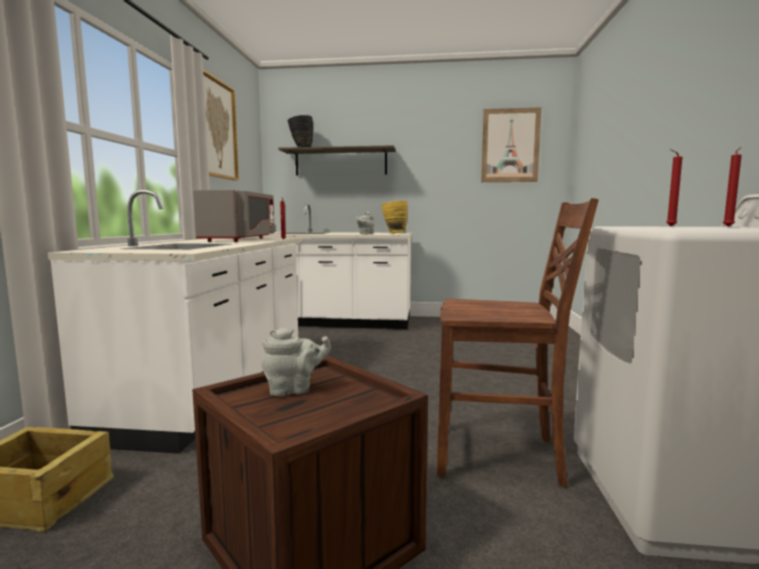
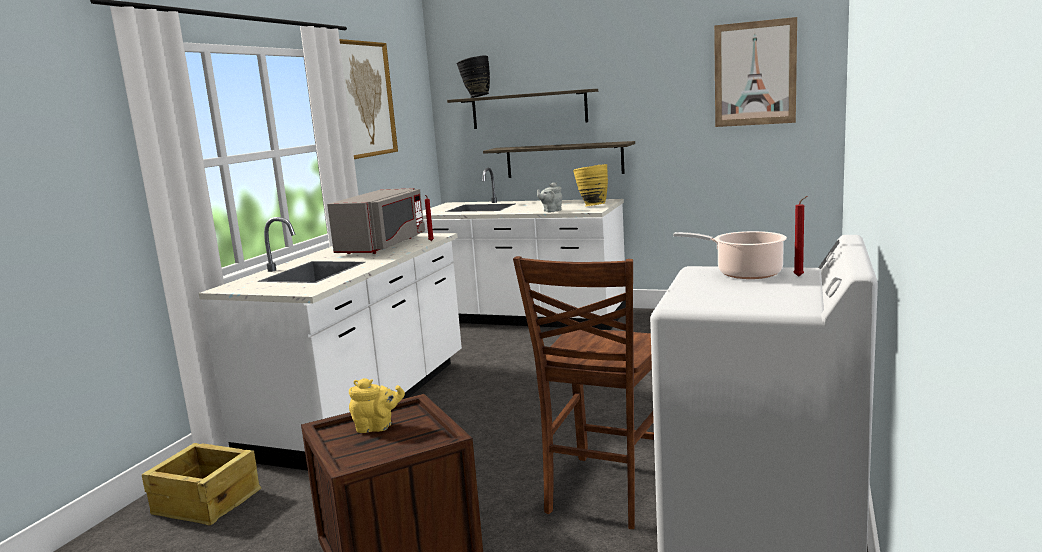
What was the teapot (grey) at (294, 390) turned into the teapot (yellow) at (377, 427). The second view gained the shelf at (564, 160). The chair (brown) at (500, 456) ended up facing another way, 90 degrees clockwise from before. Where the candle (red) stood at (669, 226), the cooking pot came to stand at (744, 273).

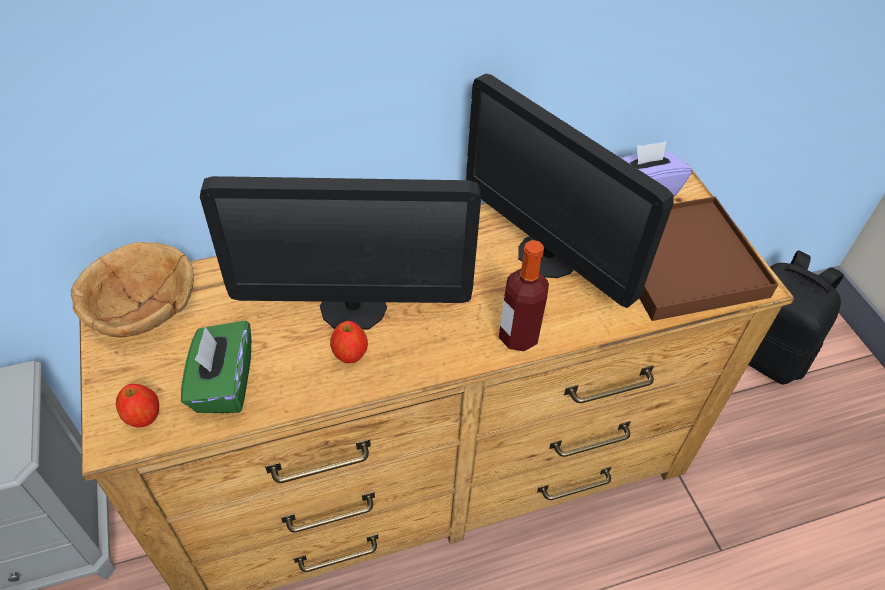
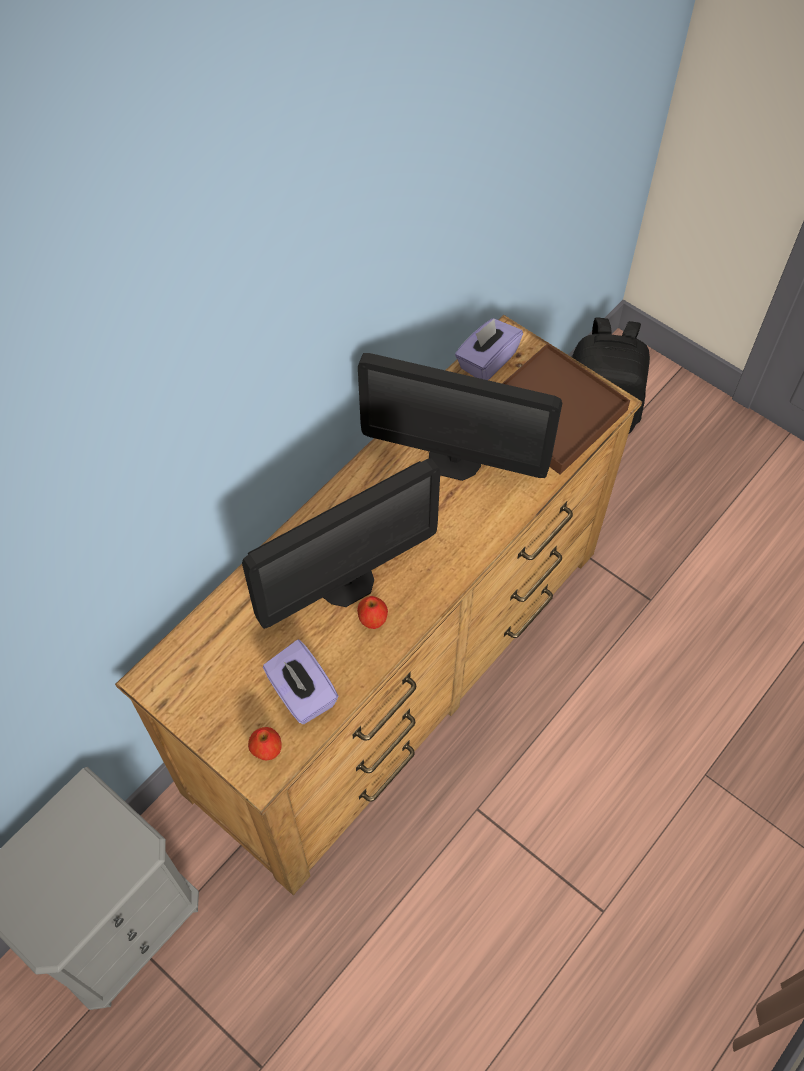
What was the tissue box (green) at (223, 384) turned into the tissue box (purple) at (302, 694). The second view lost the bowl (brown) at (142, 309). The second view lost the bottle at (518, 336).

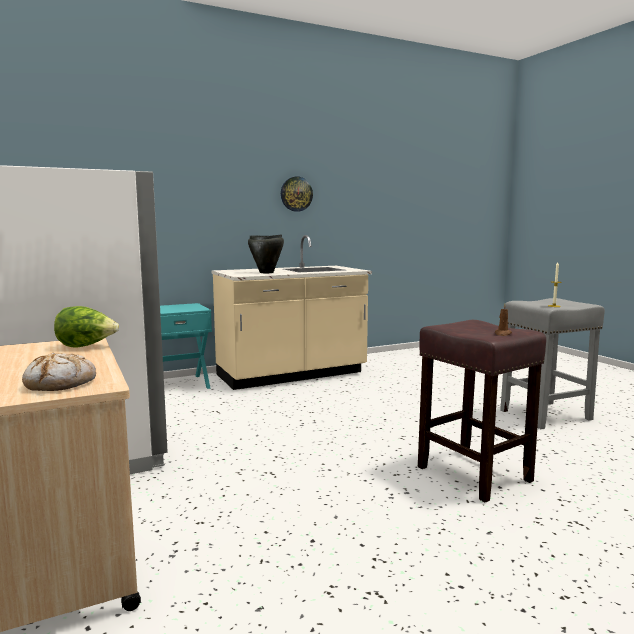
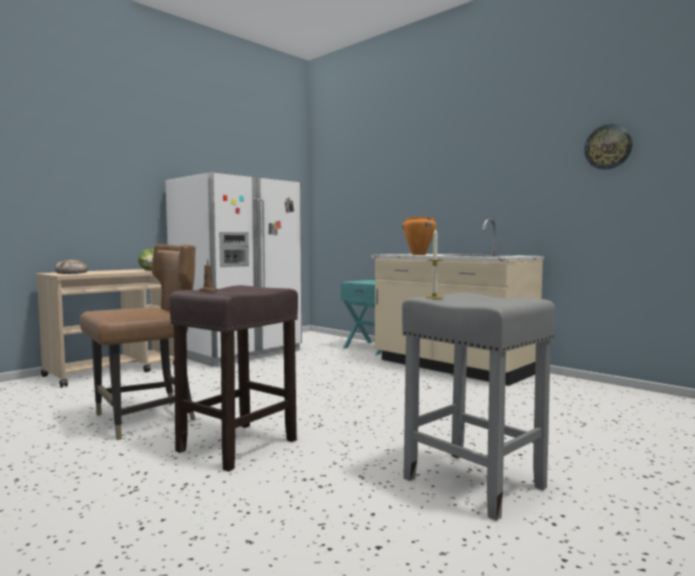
The second view gained the chair (brown) at (145, 419). What was the cooking pot (black) at (266, 272) turned into the cooking pot (orange) at (418, 254). The wall clock ended up elsewhere, having gone from (296, 194) to (608, 147).

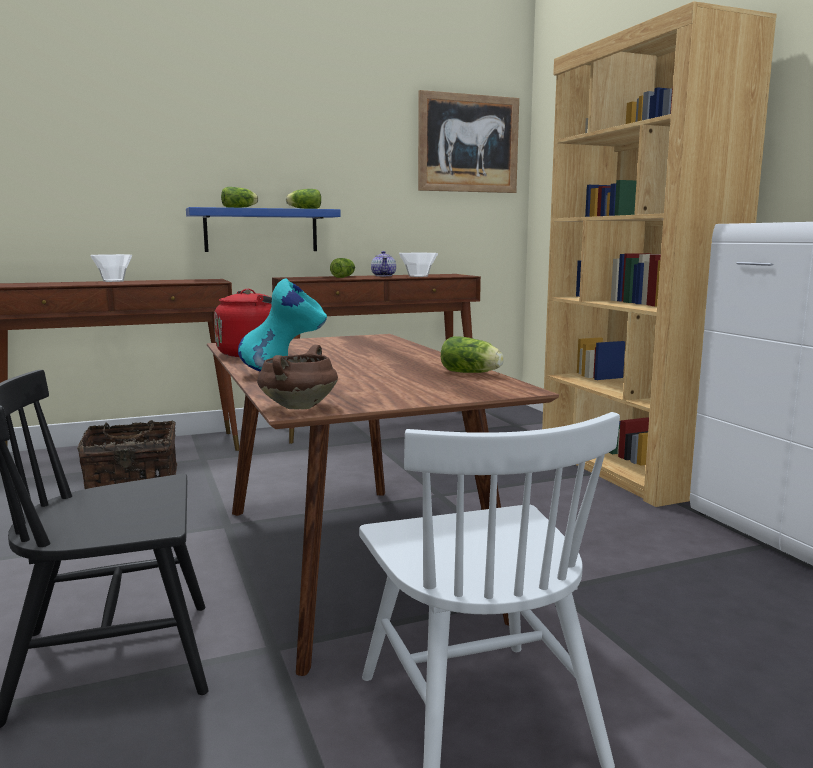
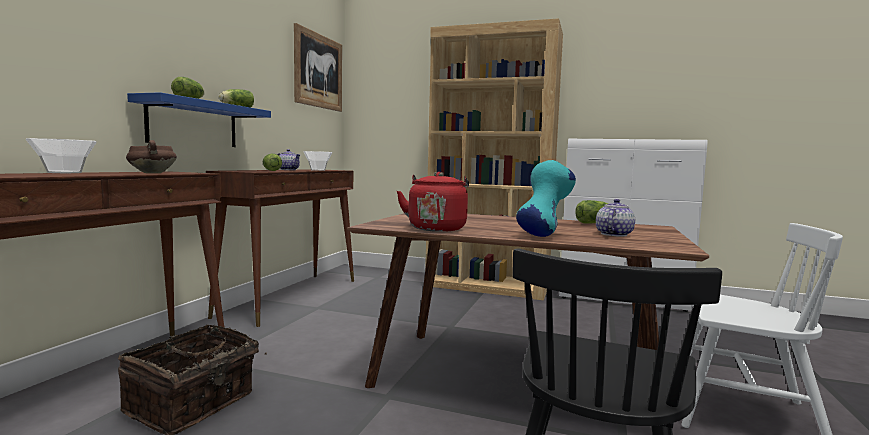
The cooking pot (brown) ended up elsewhere, having gone from (298, 407) to (151, 173). The second view gained the teapot at (613, 234).

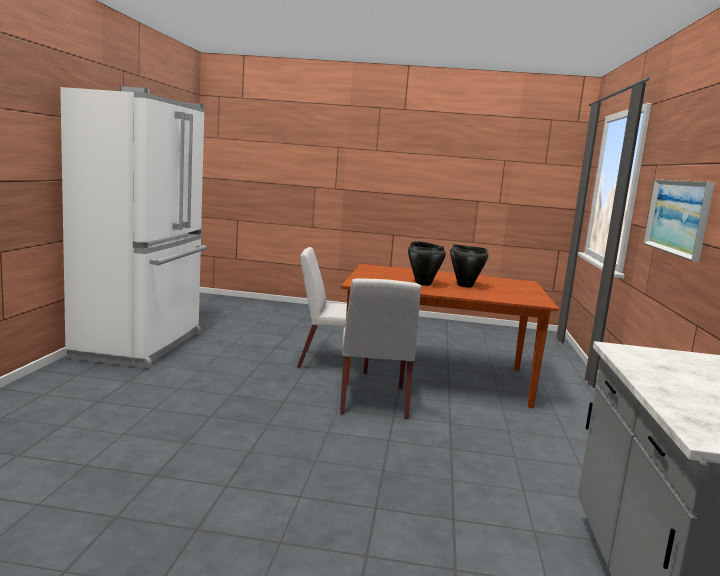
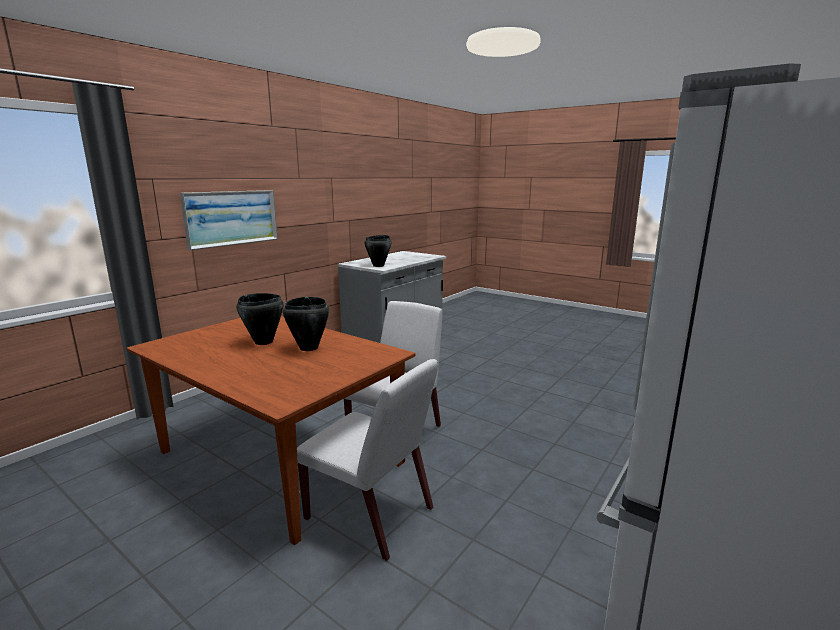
The second view gained the cooking pot (black) at (378, 265).

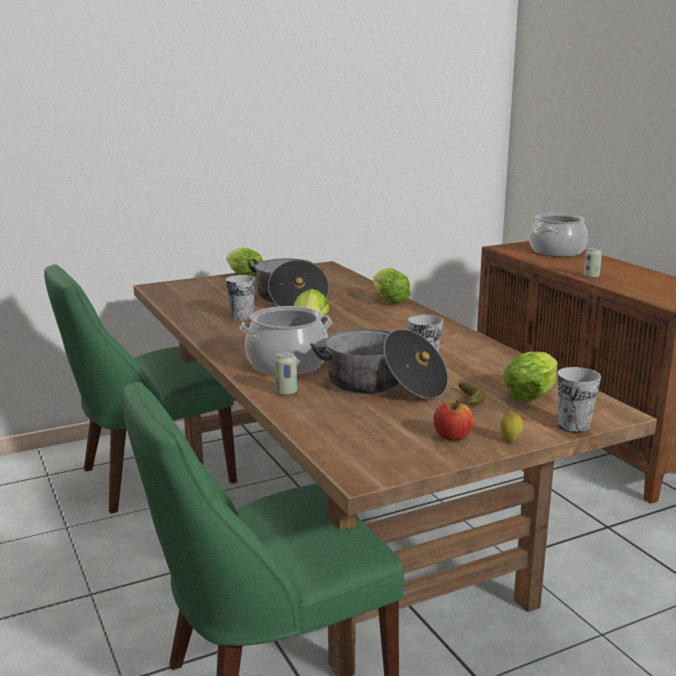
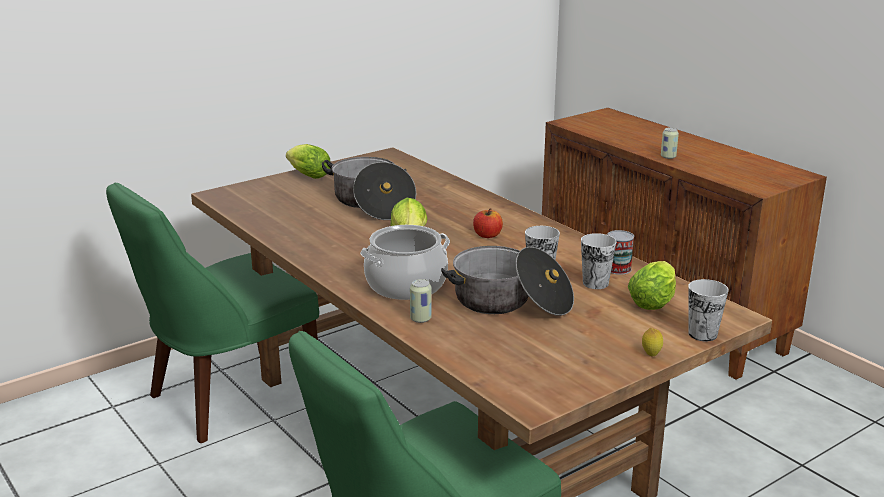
The apple ended up elsewhere, having gone from (452, 436) to (487, 235). The cup ended up elsewhere, having gone from (242, 317) to (595, 283). The second view gained the can at (618, 268). The second view lost the lettuce at (388, 300). The second view lost the banana at (468, 402). The second view lost the cooking pot at (556, 251).

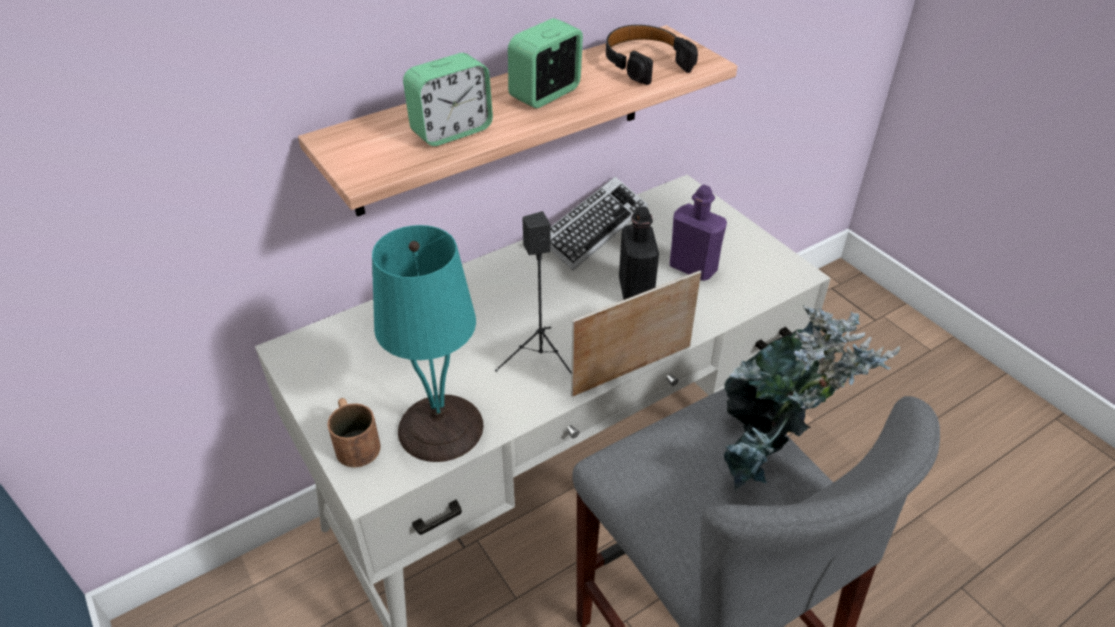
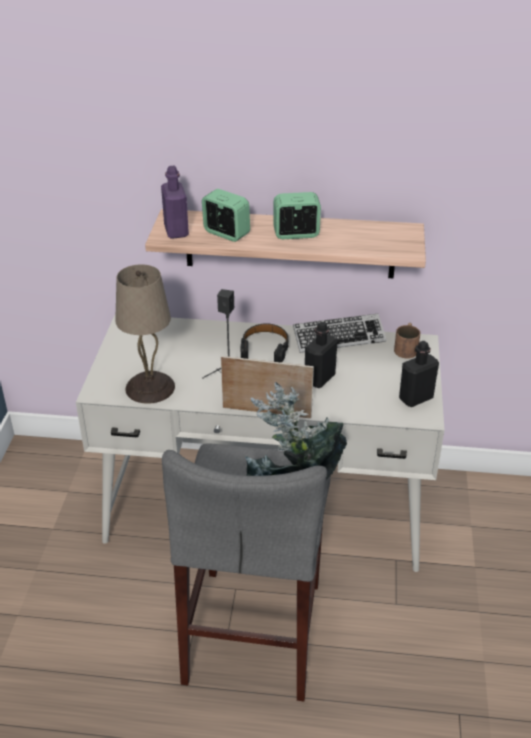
What was the table lamp (turquoise) at (442, 426) turned into the table lamp (beige) at (151, 387). The bottle (purple) ended up elsewhere, having gone from (693, 268) to (176, 231). The alarm clock at (451, 131) ended up facing another way, 150 degrees counterclockwise from before. The headphones (black) ended up elsewhere, having gone from (645, 63) to (265, 349). The mug (brown) ended up elsewhere, having gone from (354, 441) to (406, 347). The second view gained the bottle (black) at (416, 398).

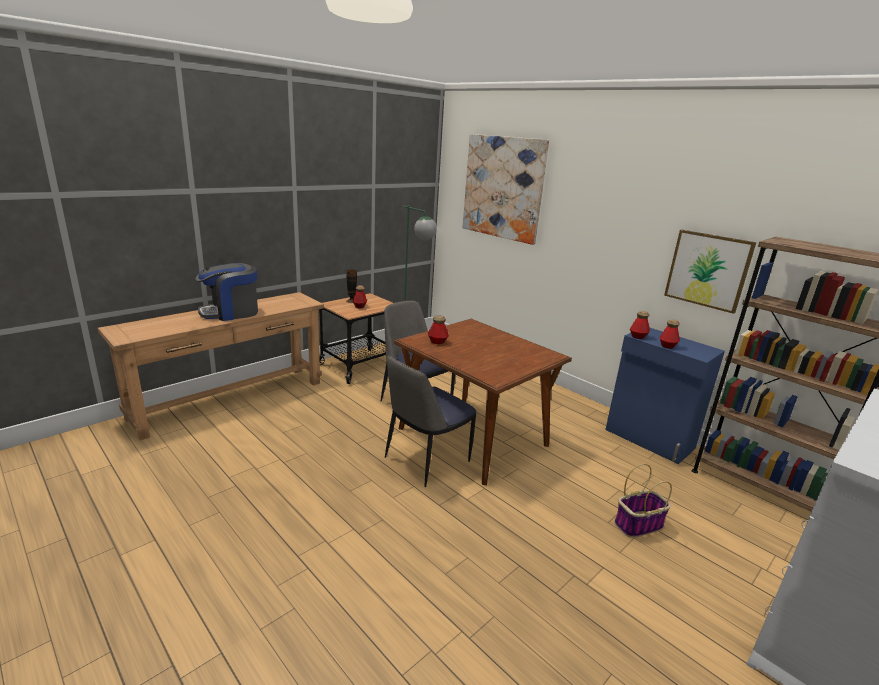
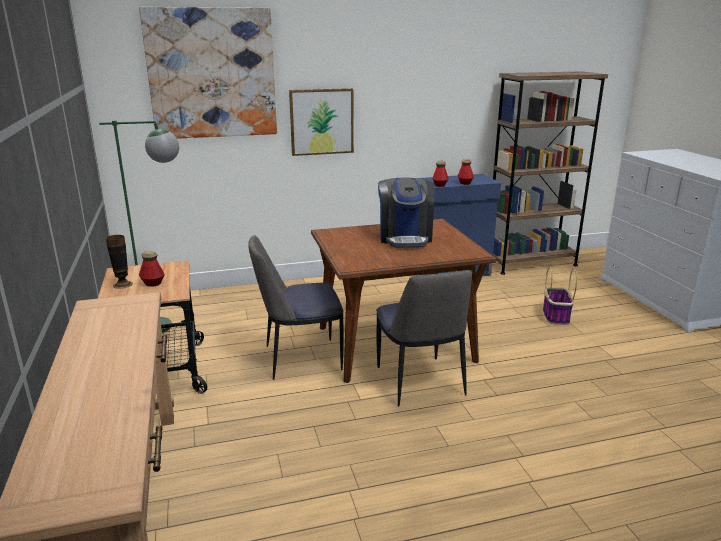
The picture ended up elsewhere, having gone from (708, 270) to (321, 121). The coffee machine ended up elsewhere, having gone from (231, 312) to (405, 237). The second view lost the bottle at (437, 342).

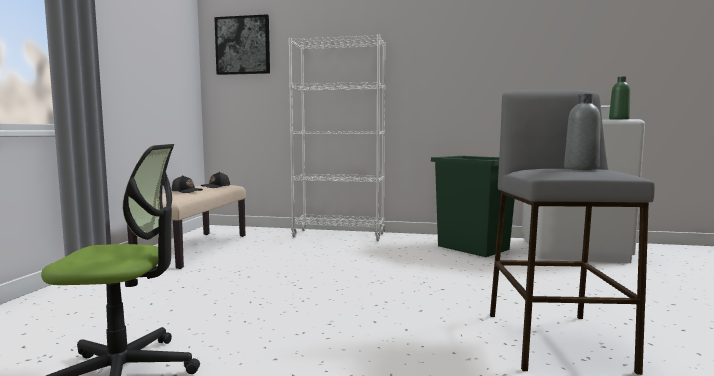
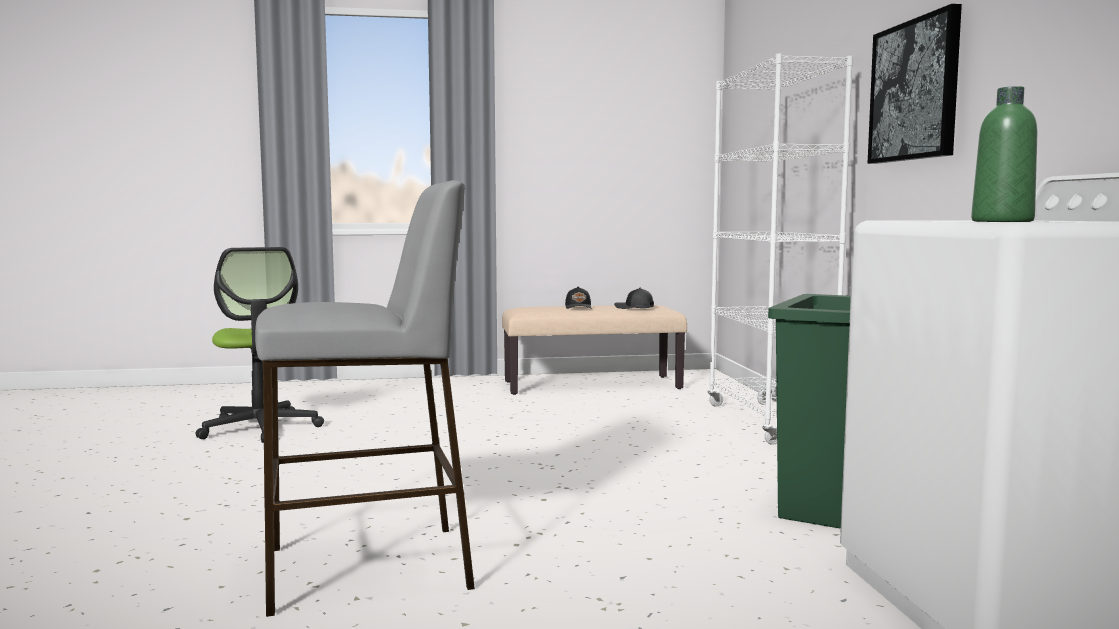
The picture ended up elsewhere, having gone from (243, 45) to (915, 91). The second view lost the bottle (grey) at (581, 168).

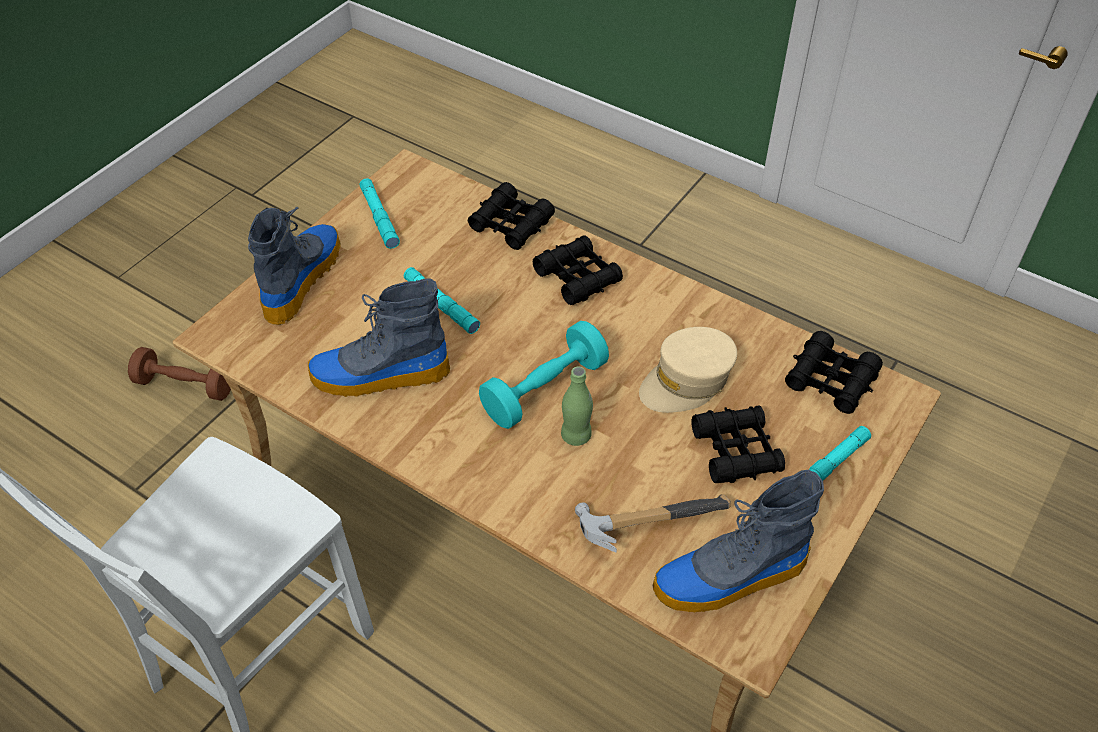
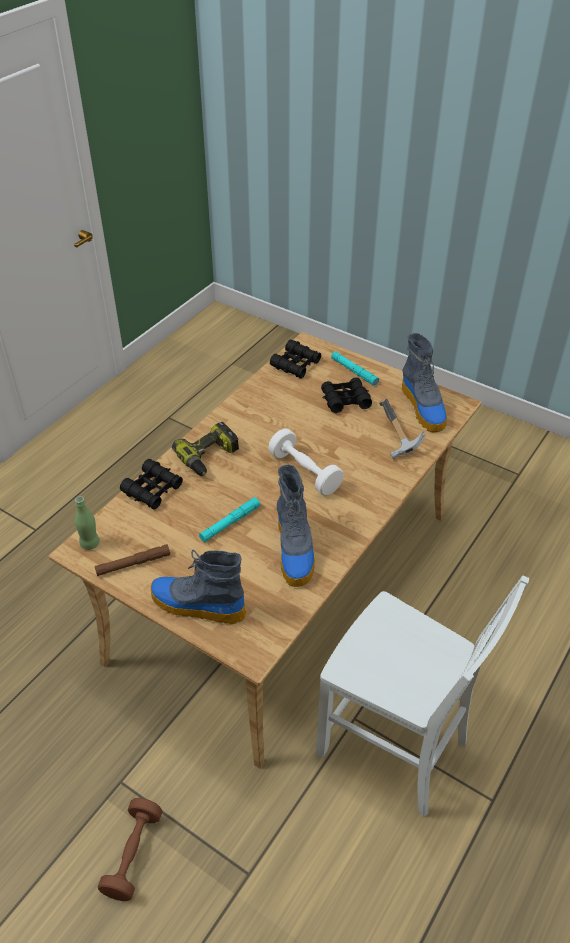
The bottle (green) ended up elsewhere, having gone from (576, 436) to (90, 544). What was the flashlight (turquoise) at (379, 218) turned into the flashlight (brown) at (133, 564). Where the binoculars (black) stood at (577, 277), the power drill came to stand at (209, 457). What was the dumbbell (turquoise) at (544, 389) turned into the dumbbell (white) at (305, 472). The second view lost the cap (beige) at (687, 381).

